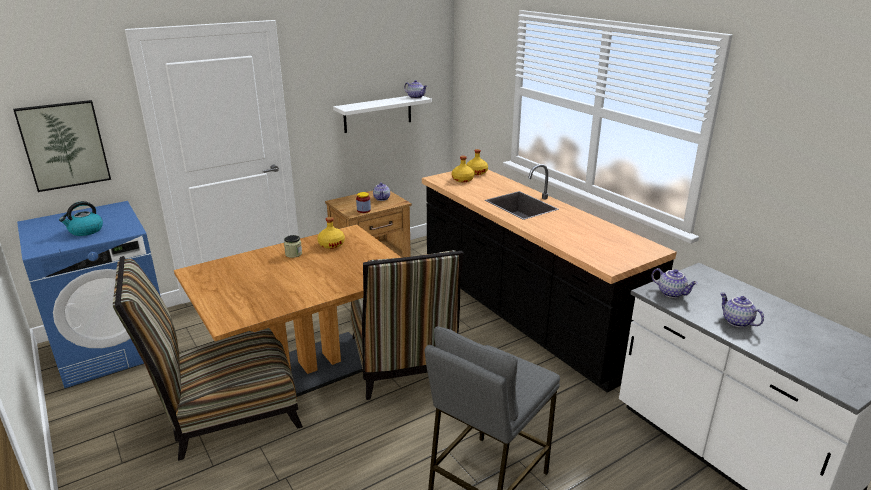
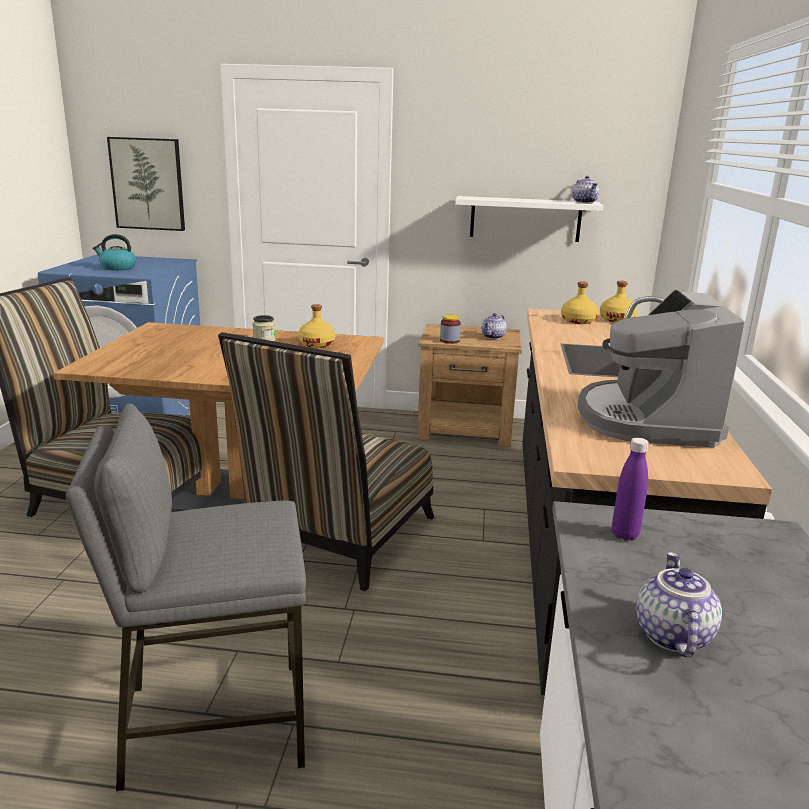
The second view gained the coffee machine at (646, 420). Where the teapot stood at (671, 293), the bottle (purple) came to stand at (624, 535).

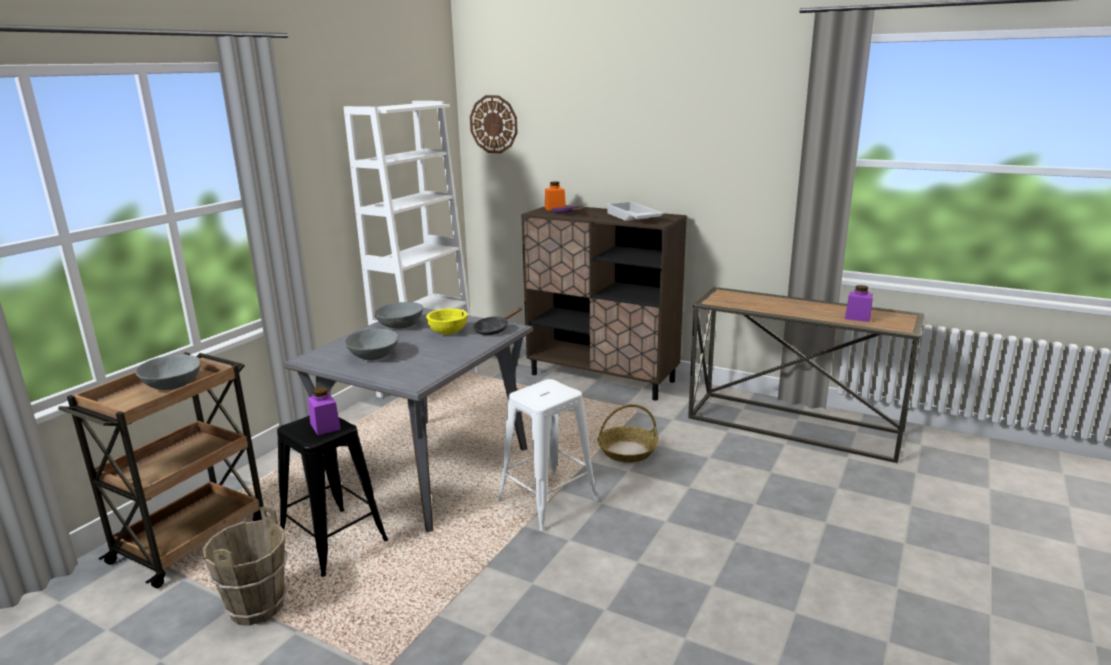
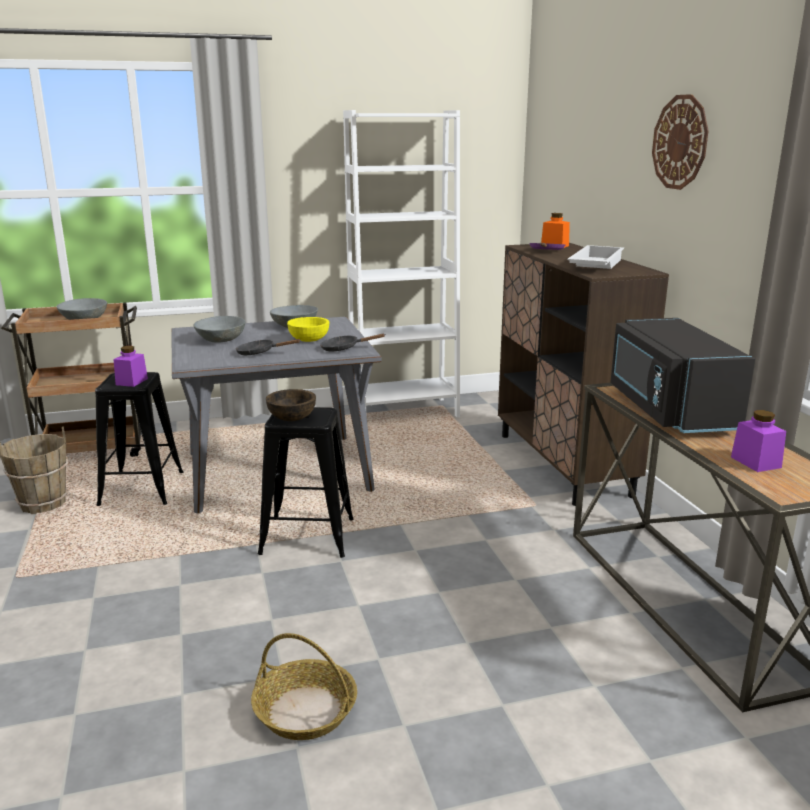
The second view gained the frying pan (black) at (260, 353). The basket ended up elsewhere, having gone from (627, 451) to (306, 711). What was the stool (white) at (548, 500) turned into the stool (black) at (307, 537). The second view gained the bowl (brown) at (292, 418). The second view gained the microwave (black) at (667, 409). The wall clock ended up elsewhere, having gone from (494, 124) to (680, 142).

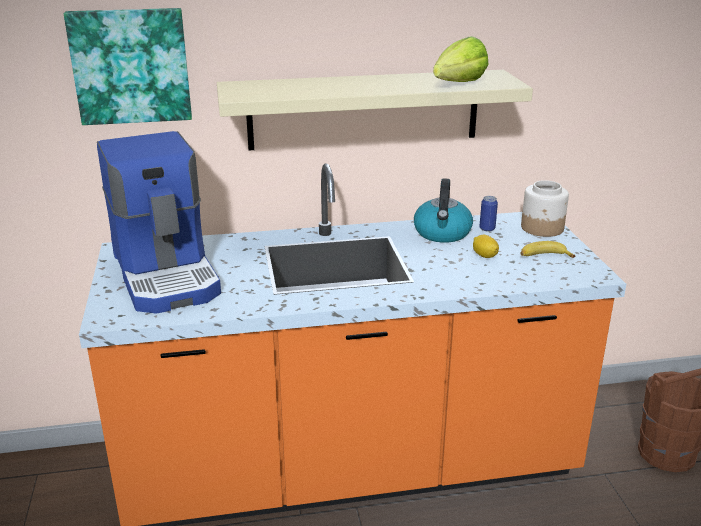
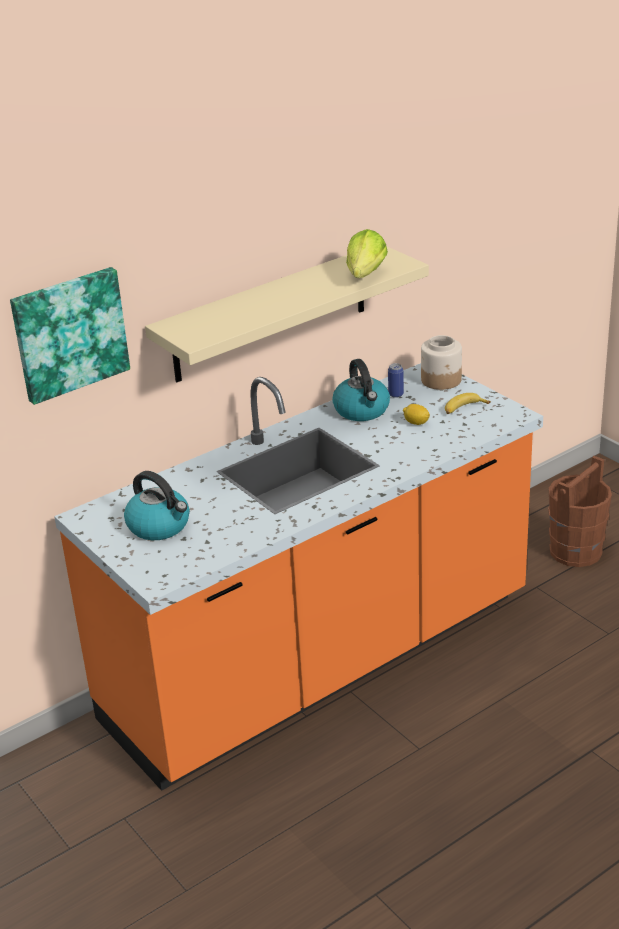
Where the coffee machine stood at (167, 274), the kettle came to stand at (160, 526).

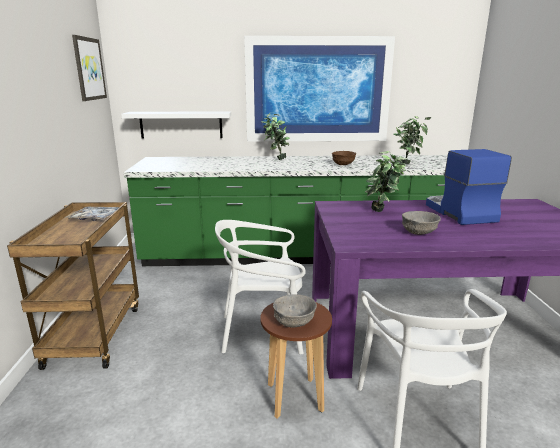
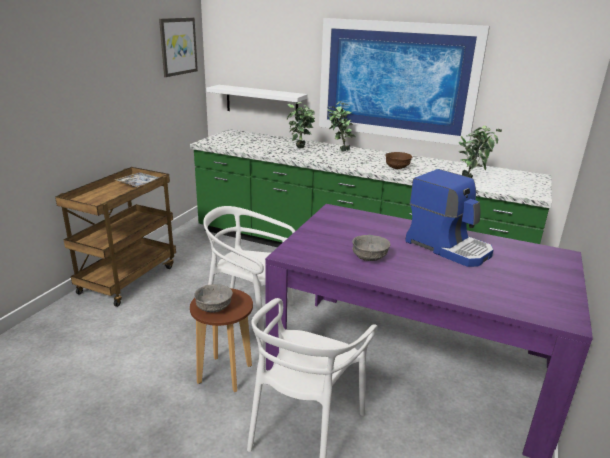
The potted plant ended up elsewhere, having gone from (383, 212) to (300, 149). The coffee machine at (458, 212) ended up facing another way, 120 degrees clockwise from before.

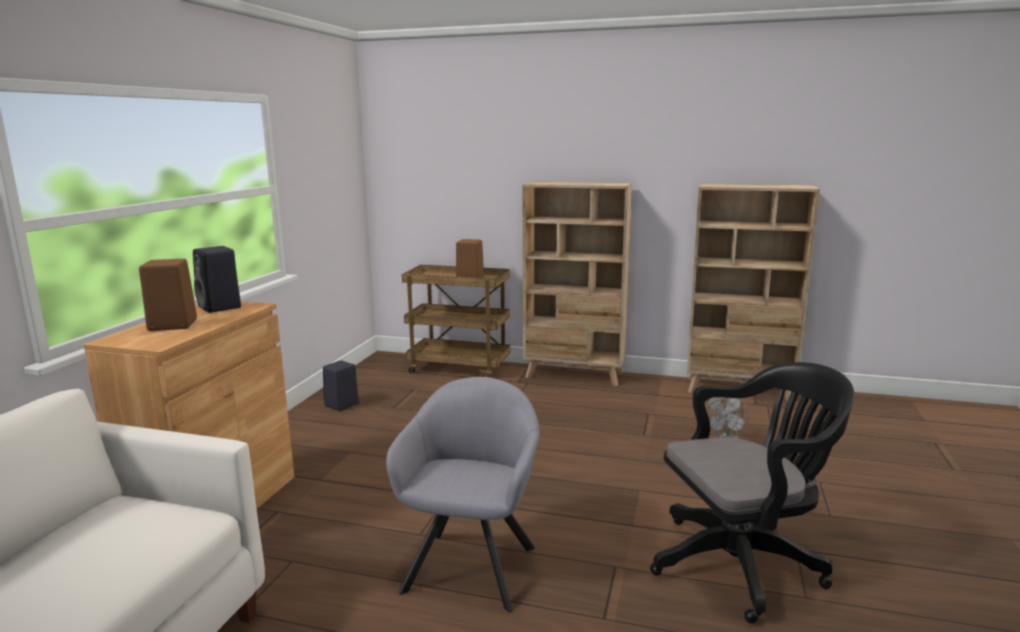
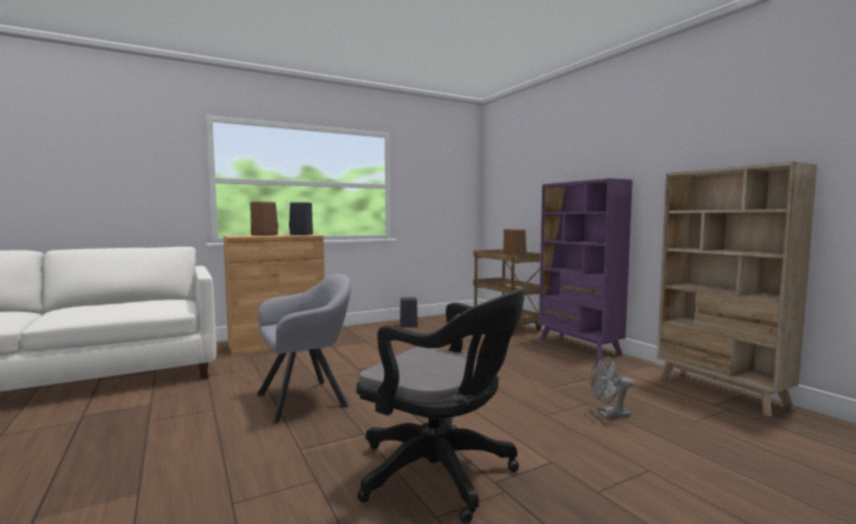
What was the bookcase (beige) at (574, 375) turned into the bookcase (purple) at (578, 346).

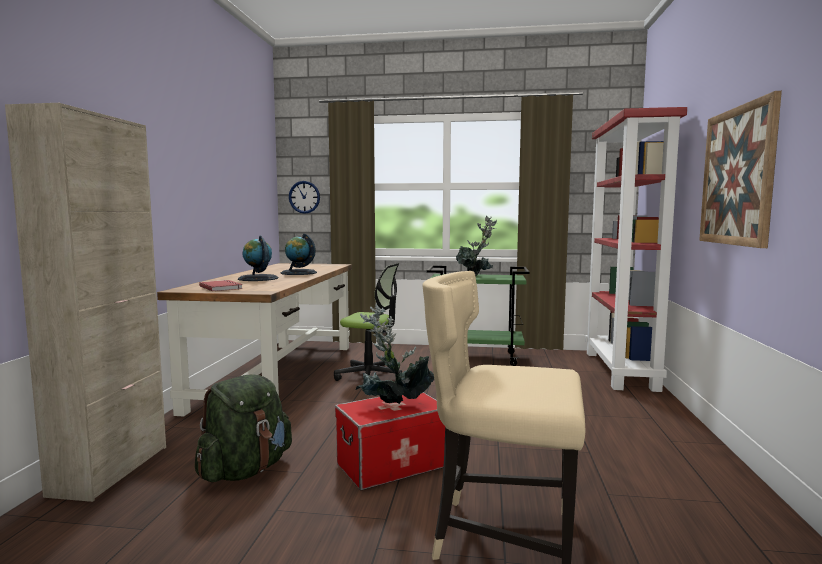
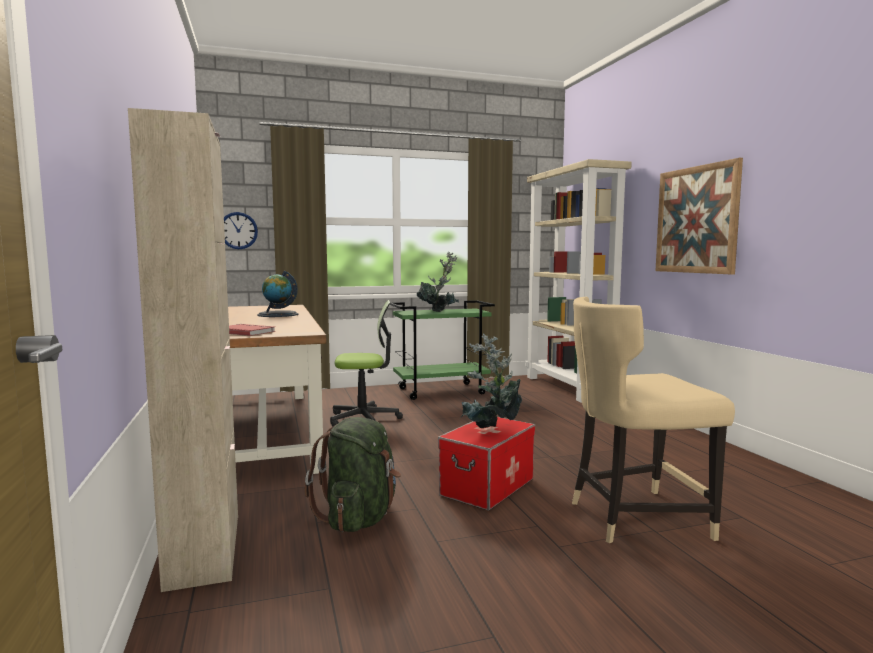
What was the bookcase (red) at (621, 370) turned into the bookcase (beige) at (569, 387). The second view lost the globe at (258, 278).

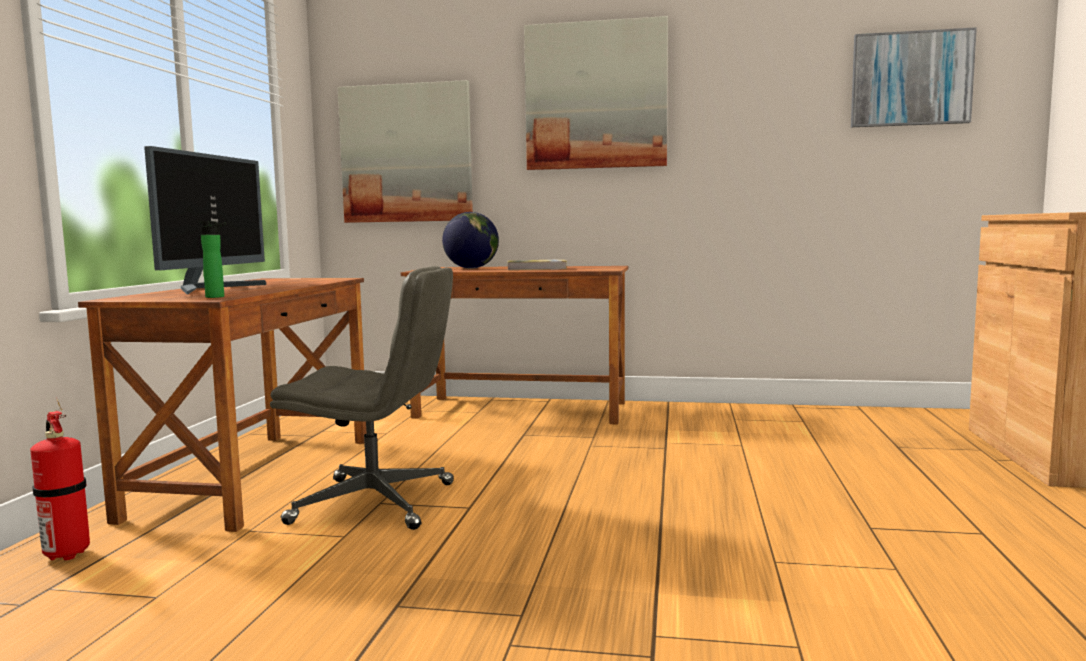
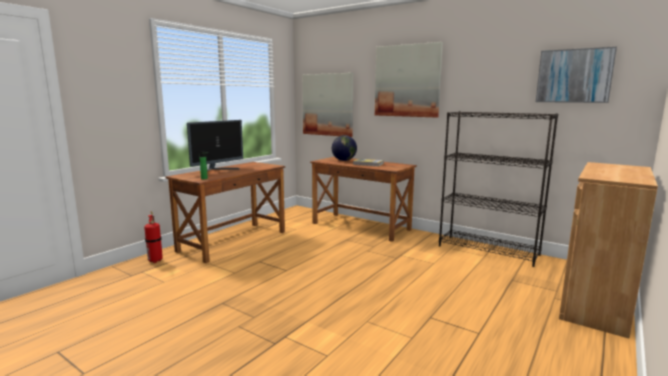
The second view gained the bookcase (black) at (488, 250). The second view lost the office chair (grey) at (376, 503).

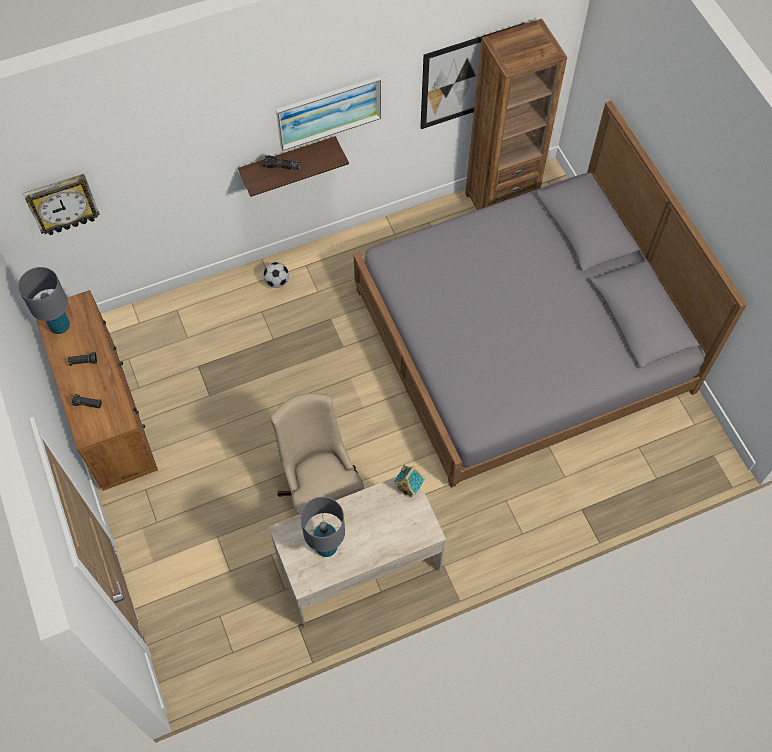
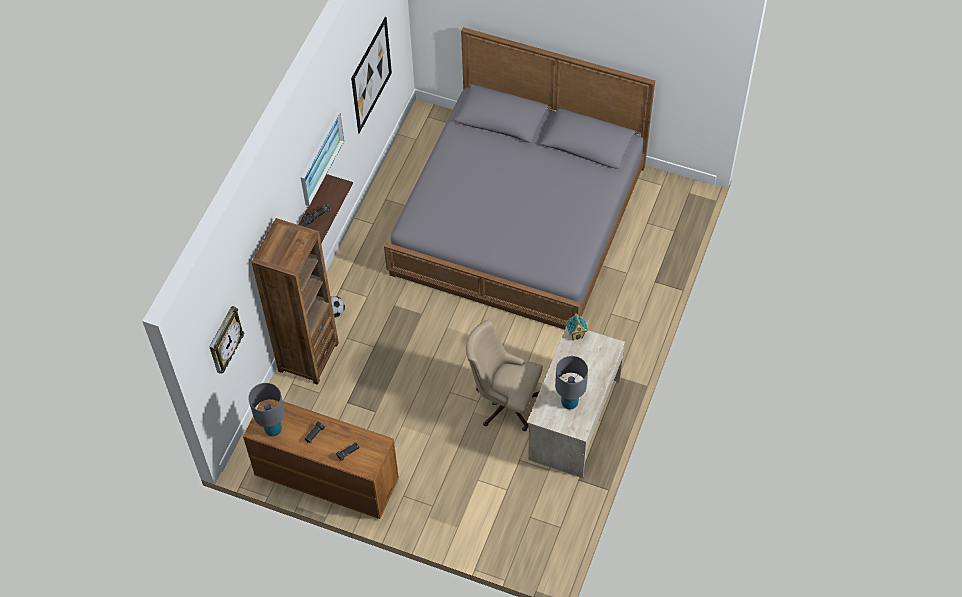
The bookcase (brown) ended up elsewhere, having gone from (500, 202) to (308, 357).

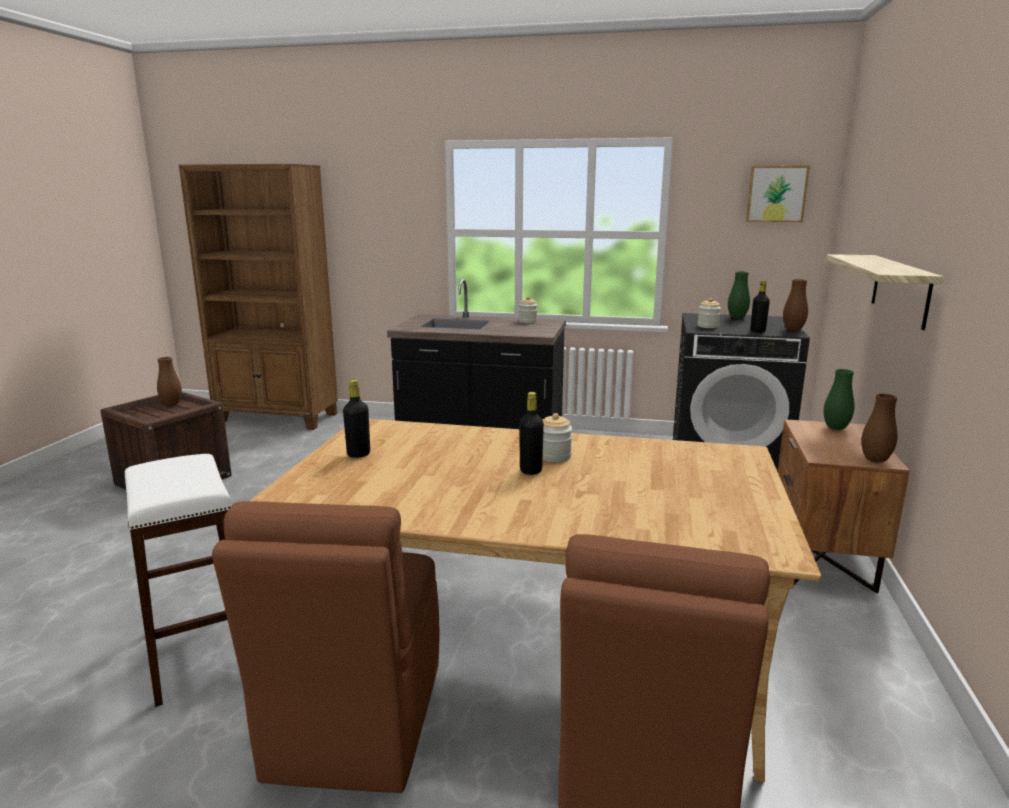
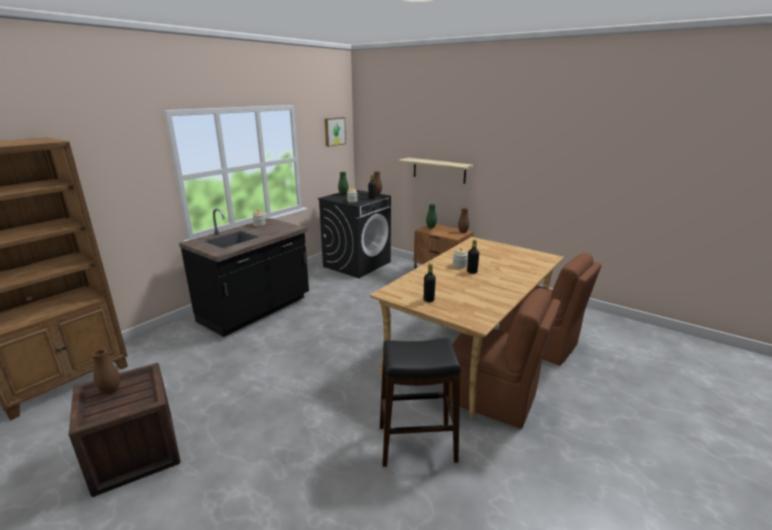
What was the stool (white) at (200, 652) turned into the stool (black) at (416, 443).

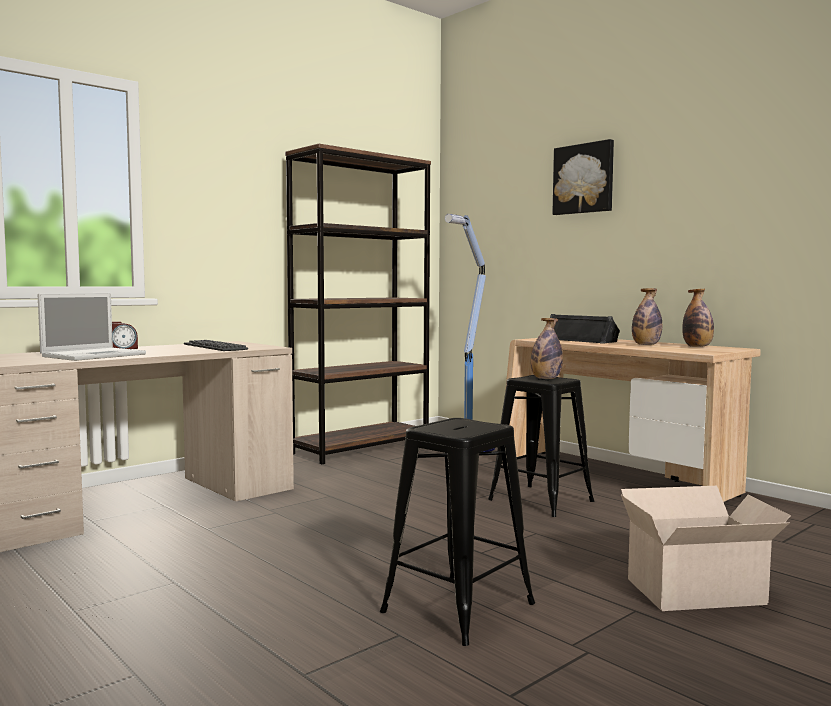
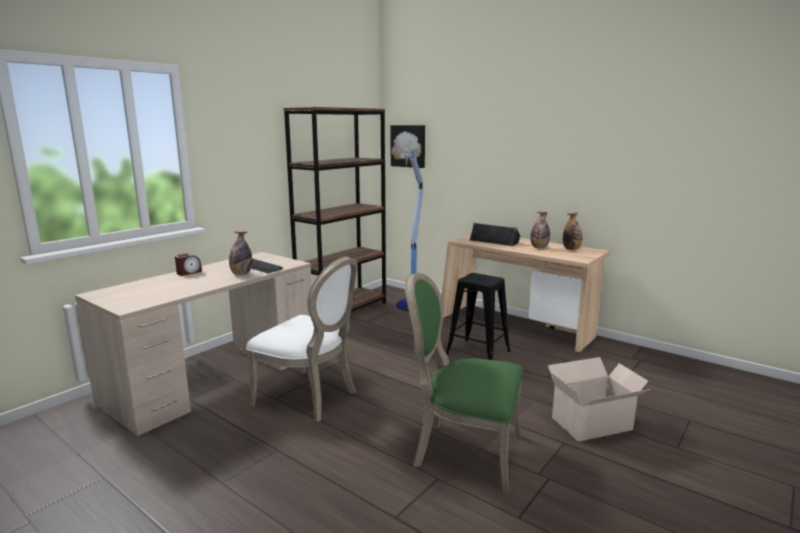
The bottle ended up elsewhere, having gone from (546, 379) to (241, 274). The second view gained the chair (white) at (310, 397). The picture ended up elsewhere, having gone from (584, 179) to (408, 146). Where the stool (black) stood at (458, 608), the chair (green) came to stand at (463, 452). The second view lost the laptop at (95, 355).

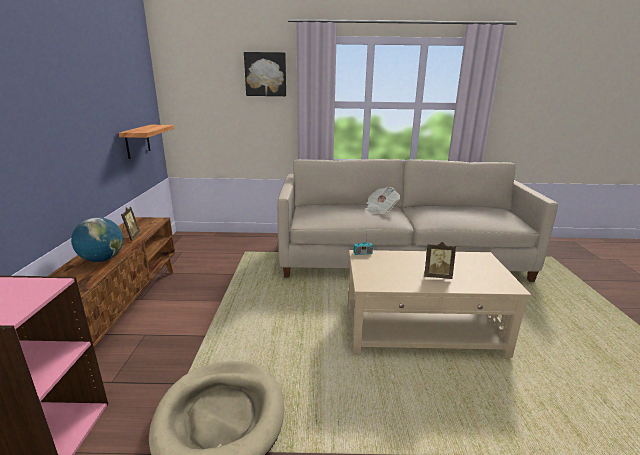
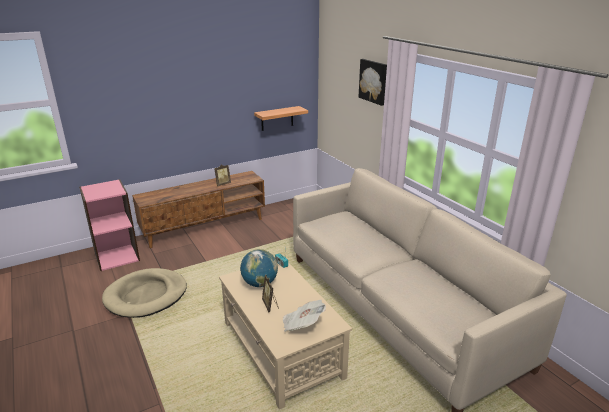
The globe ended up elsewhere, having gone from (102, 260) to (259, 283). The newspaper ended up elsewhere, having gone from (380, 209) to (302, 324).

